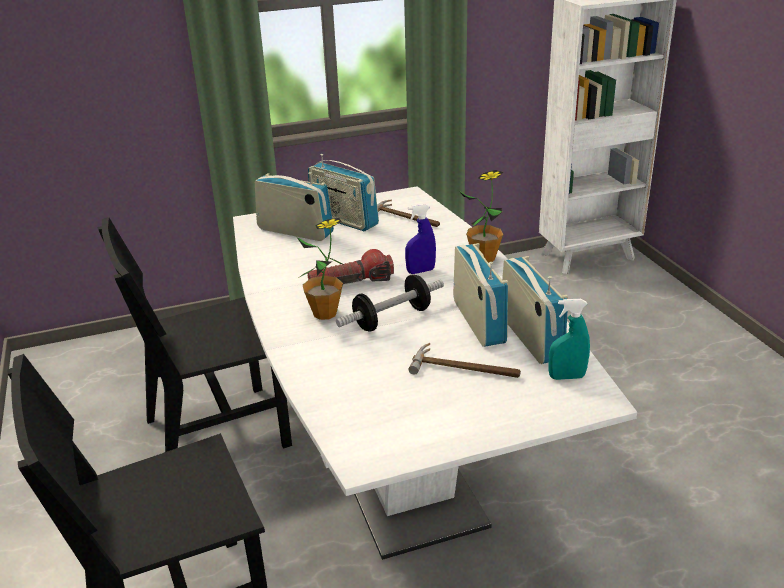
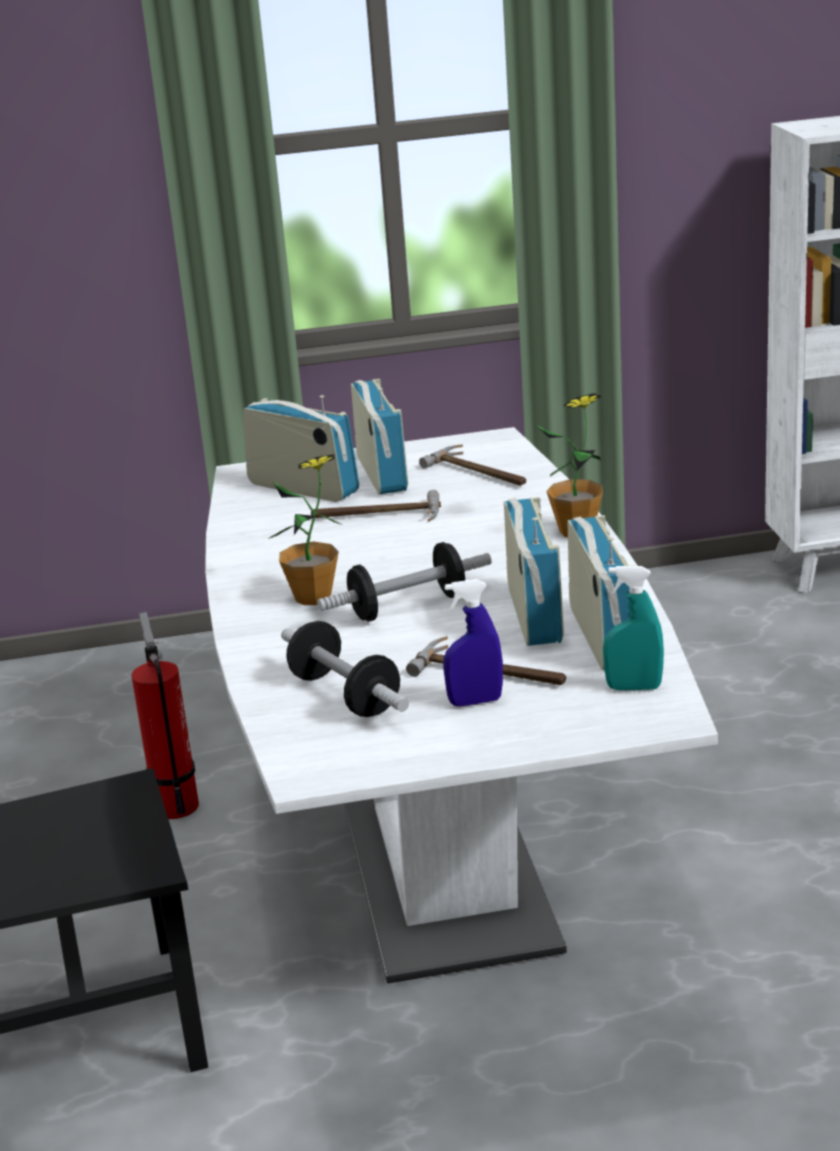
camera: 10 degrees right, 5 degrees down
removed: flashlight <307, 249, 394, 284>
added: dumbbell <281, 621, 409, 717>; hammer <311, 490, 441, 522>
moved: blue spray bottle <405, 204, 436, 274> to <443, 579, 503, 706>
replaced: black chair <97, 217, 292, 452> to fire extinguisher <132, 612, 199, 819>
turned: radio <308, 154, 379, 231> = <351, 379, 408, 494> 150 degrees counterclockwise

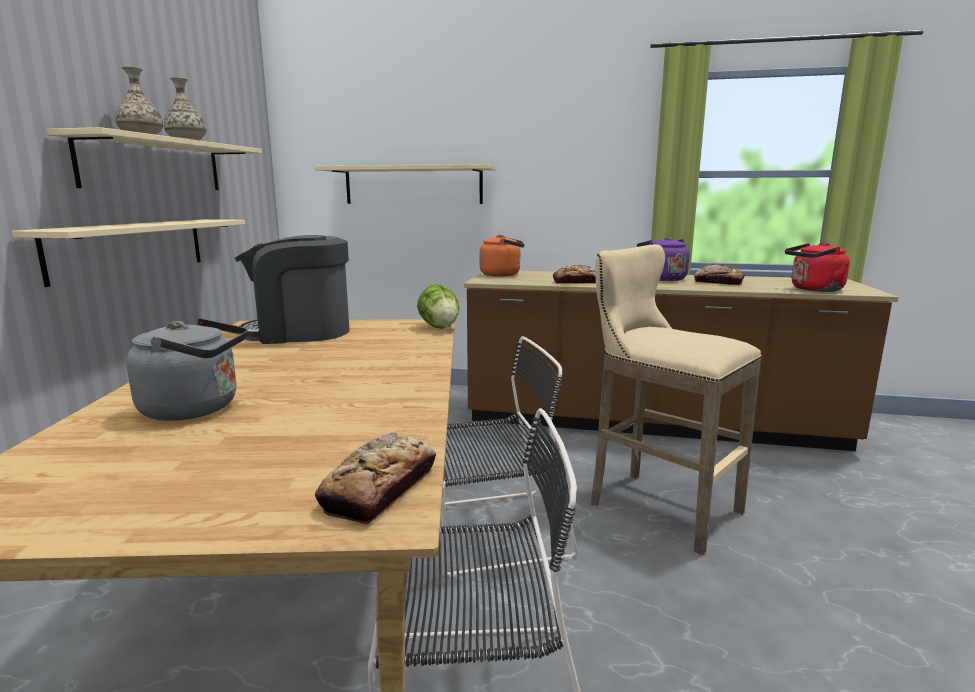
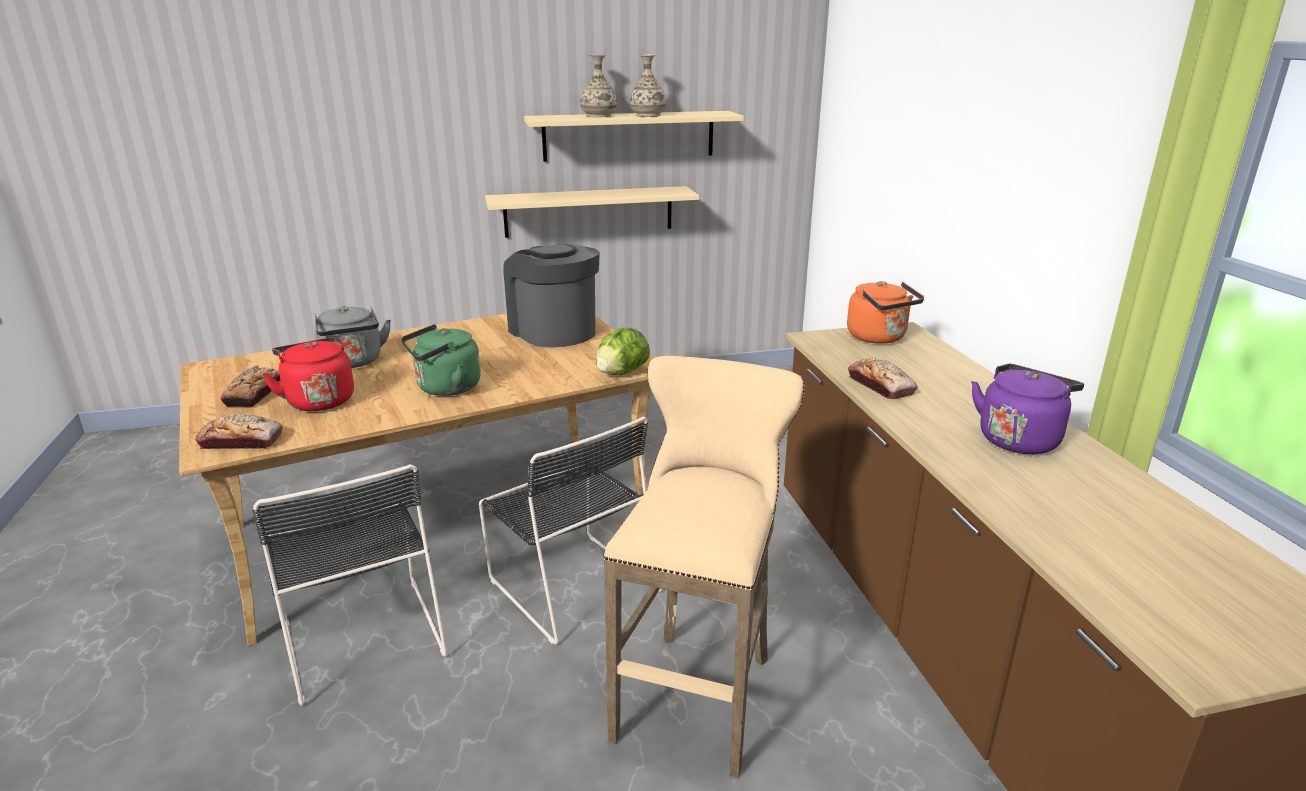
camera: 65 degrees right, 10 degrees up
removed: beige shelf <315, 164, 496, 204>
added: green kettle <401, 324, 481, 396>
moved: bread <694, 264, 744, 285> to <220, 366, 281, 408>; red kettle <785, 242, 850, 292> to <262, 337, 354, 411>

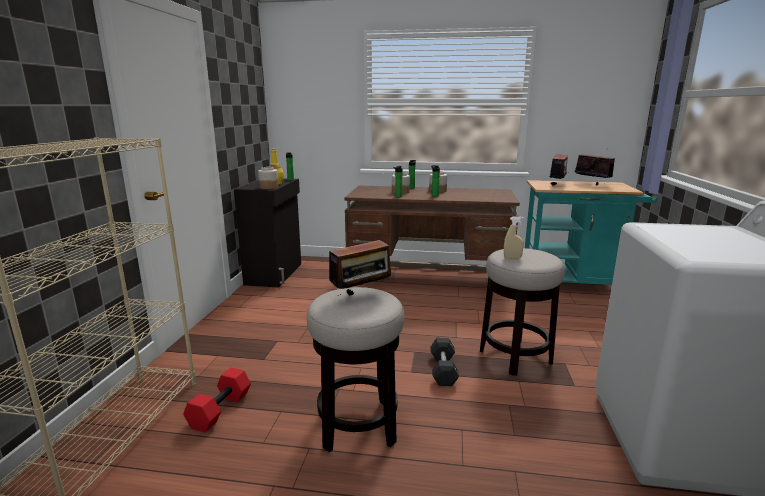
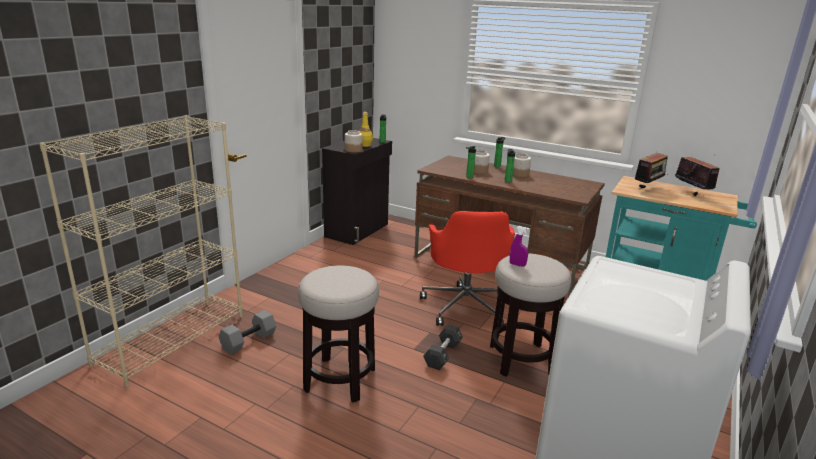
camera: 20 degrees right, 5 degrees up
removed: radio <329, 237, 395, 296>
added: red office chair <420, 211, 515, 326>
recoloured: red dumbbell <183, 367, 251, 432> to grey dumbbell <219, 310, 276, 355>; beige spray bottle <504, 216, 524, 259> to purple spray bottle <510, 226, 529, 267>

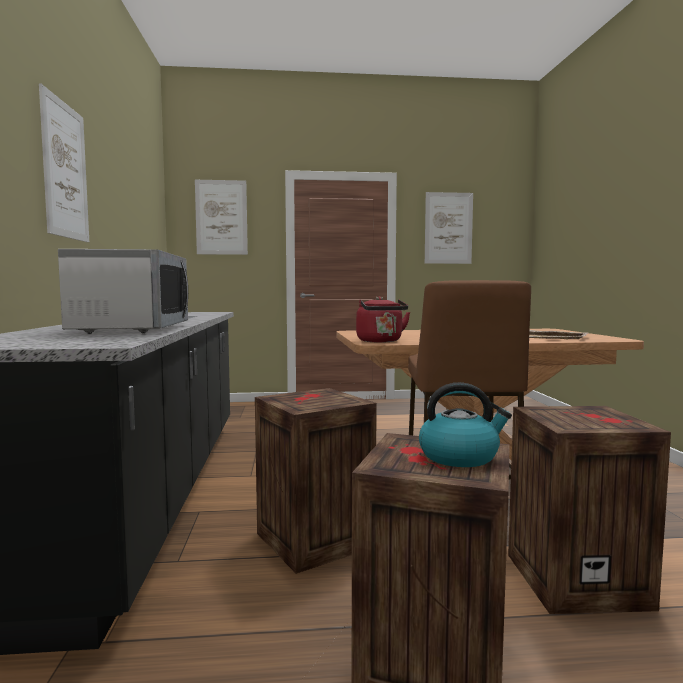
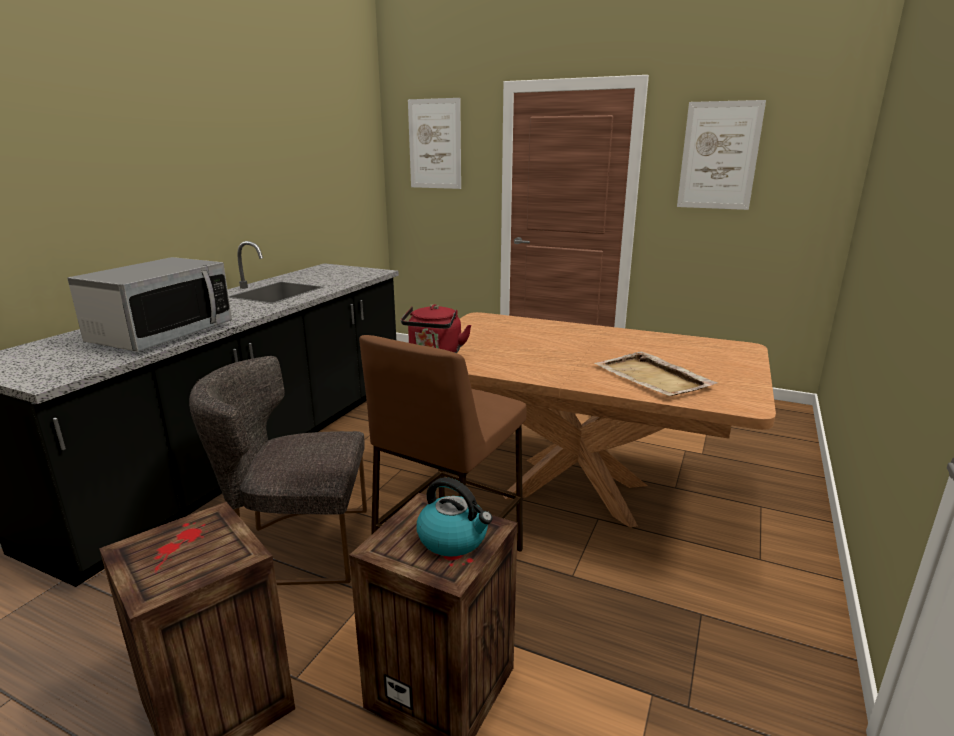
camera: 30 degrees right, 15 degrees up
removed: picture <39, 83, 89, 242>
moved: kettle <419, 383, 512, 467> to <416, 477, 493, 557>
replaced: crate <255, 388, 377, 574> to grey chair <189, 356, 367, 585>

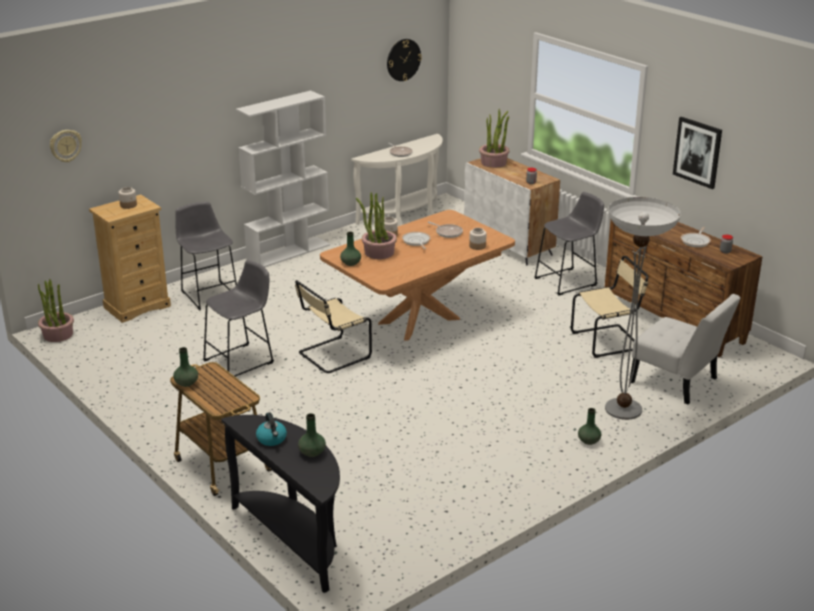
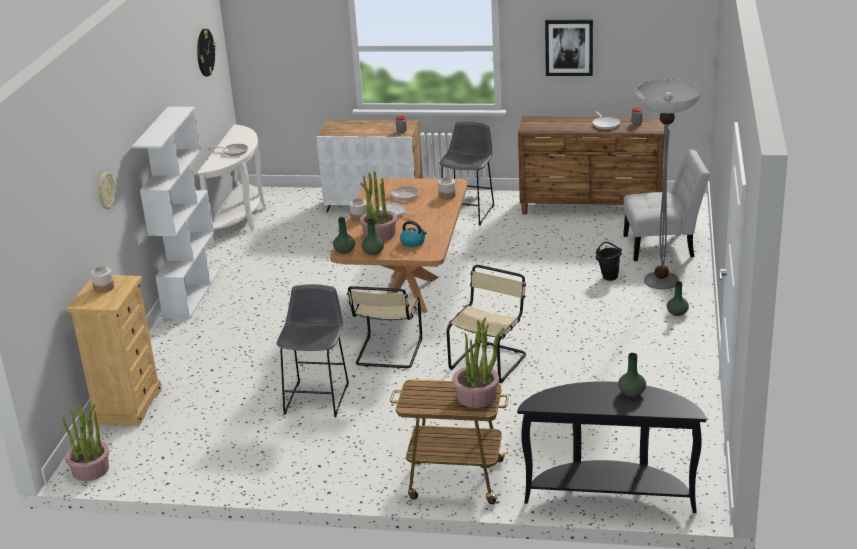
camera: 40 degrees left, 0 degrees up
removed: grey stool <175, 202, 237, 311>
added: black bucket <596, 242, 622, 281>
moved: wall clock <50, 130, 82, 162> to <97, 172, 115, 209>; green vase <173, 347, 198, 387> to <333, 217, 355, 254>; kettle <256, 412, 287, 446> to <400, 221, 427, 247>; beige chair <571, 256, 648, 358> to <447, 265, 526, 383>; potted plant <479, 109, 510, 168> to <452, 318, 505, 408>

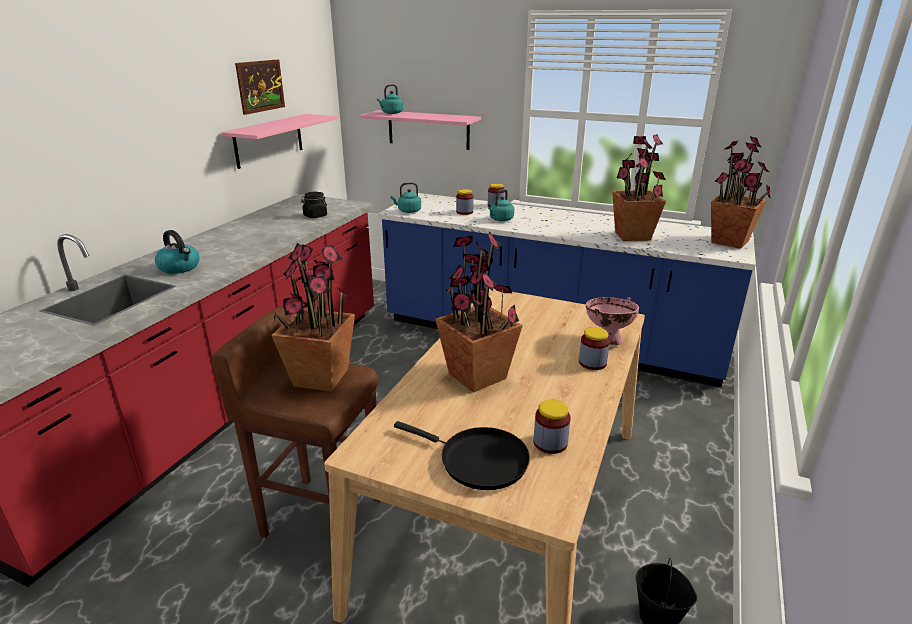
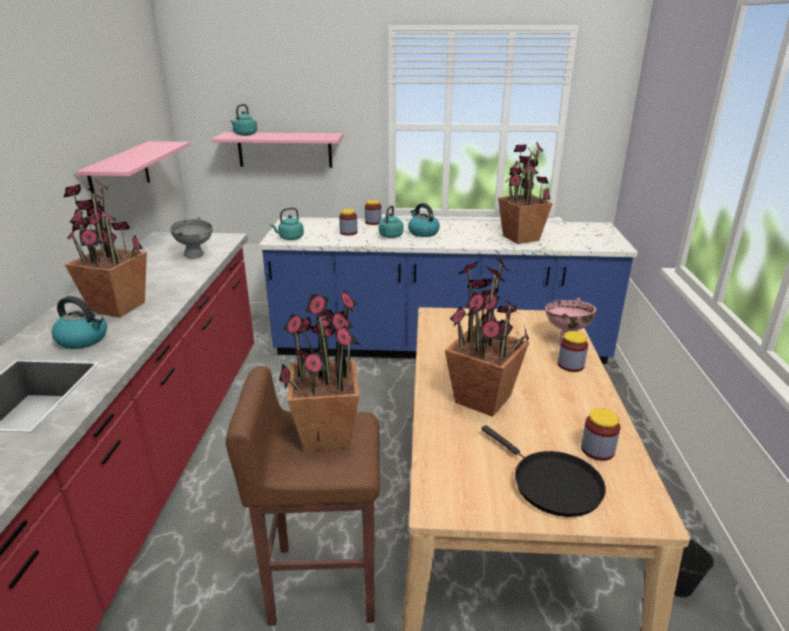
camera: 20 degrees left, 0 degrees up
removed: picture <235, 59, 285, 115>
added: kettle <408, 203, 440, 237>
moved: potted plant <711, 136, 770, 249> to <64, 178, 147, 318>
replaced: black jar <301, 192, 327, 218> to grey bowl <170, 217, 213, 259>
turned: black frying pan <394, 421, 530, 490> = <481, 425, 606, 517> 45 degrees clockwise

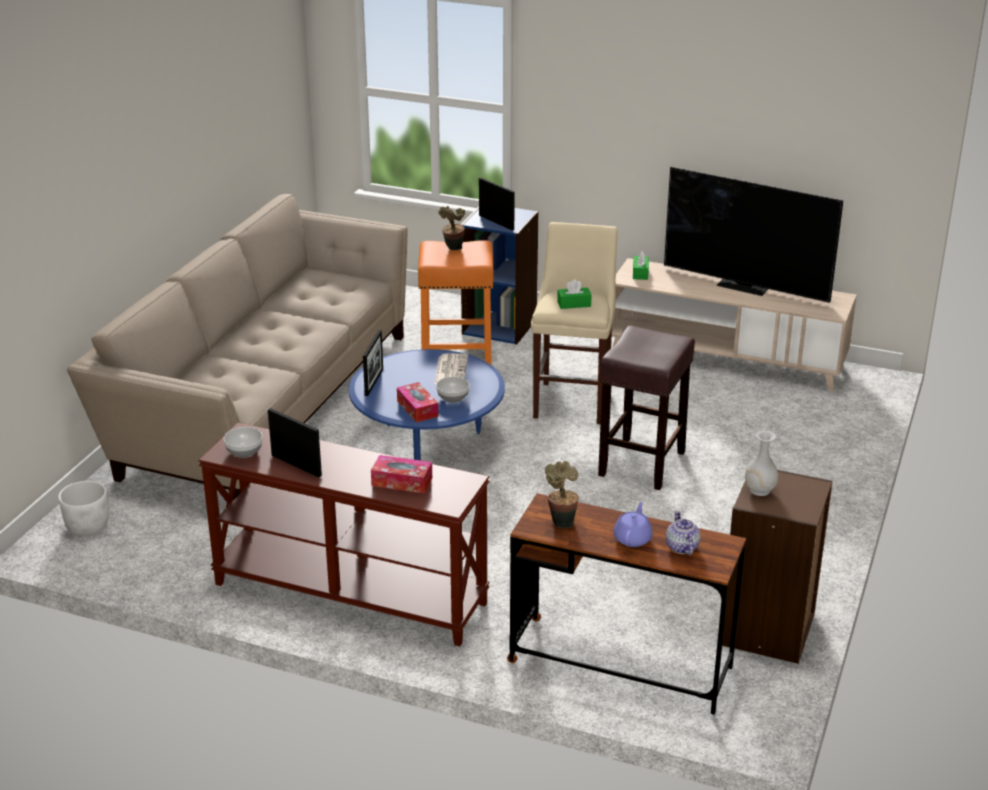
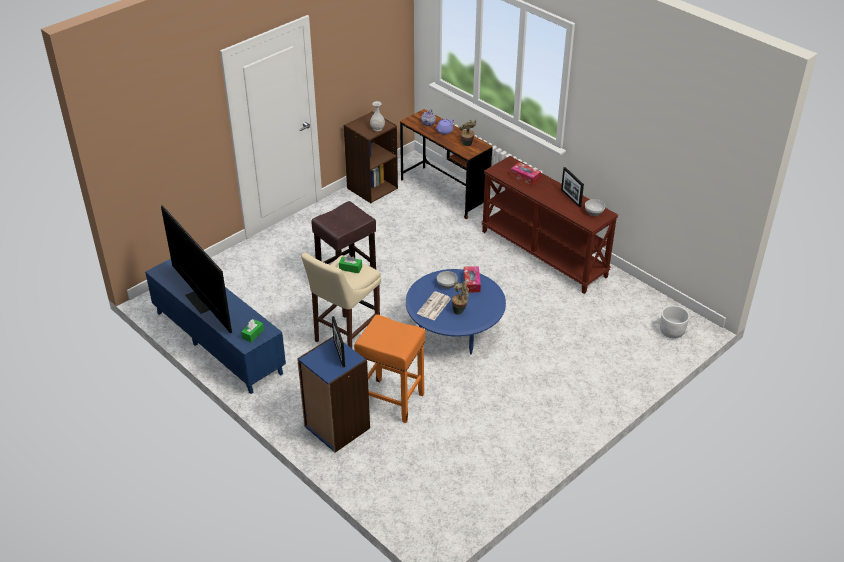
camera: 155 degrees left, 10 degrees up
removed: beige sofa <67, 194, 408, 500>; picture frame <363, 330, 383, 396>
moved: potted plant <439, 206, 465, 250> to <452, 281, 469, 315>
recoloured: beige tv stand <612, 258, 857, 392> to blue tv stand <145, 259, 286, 394>

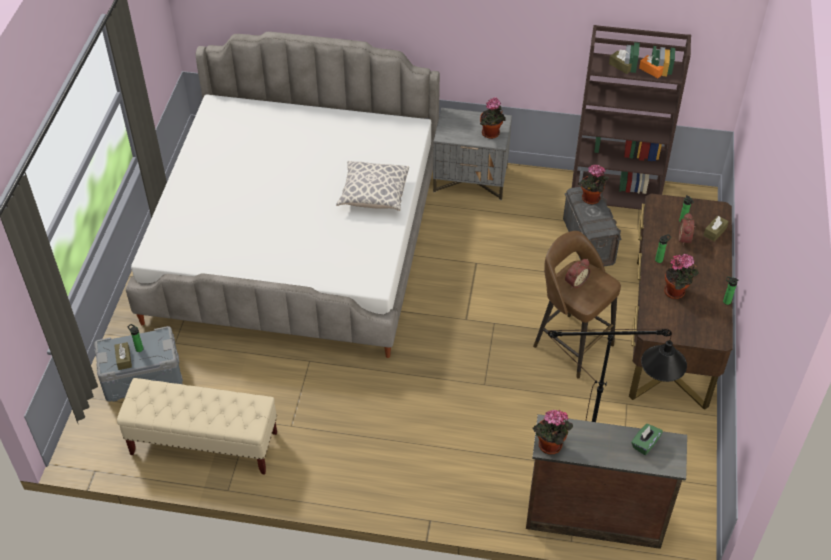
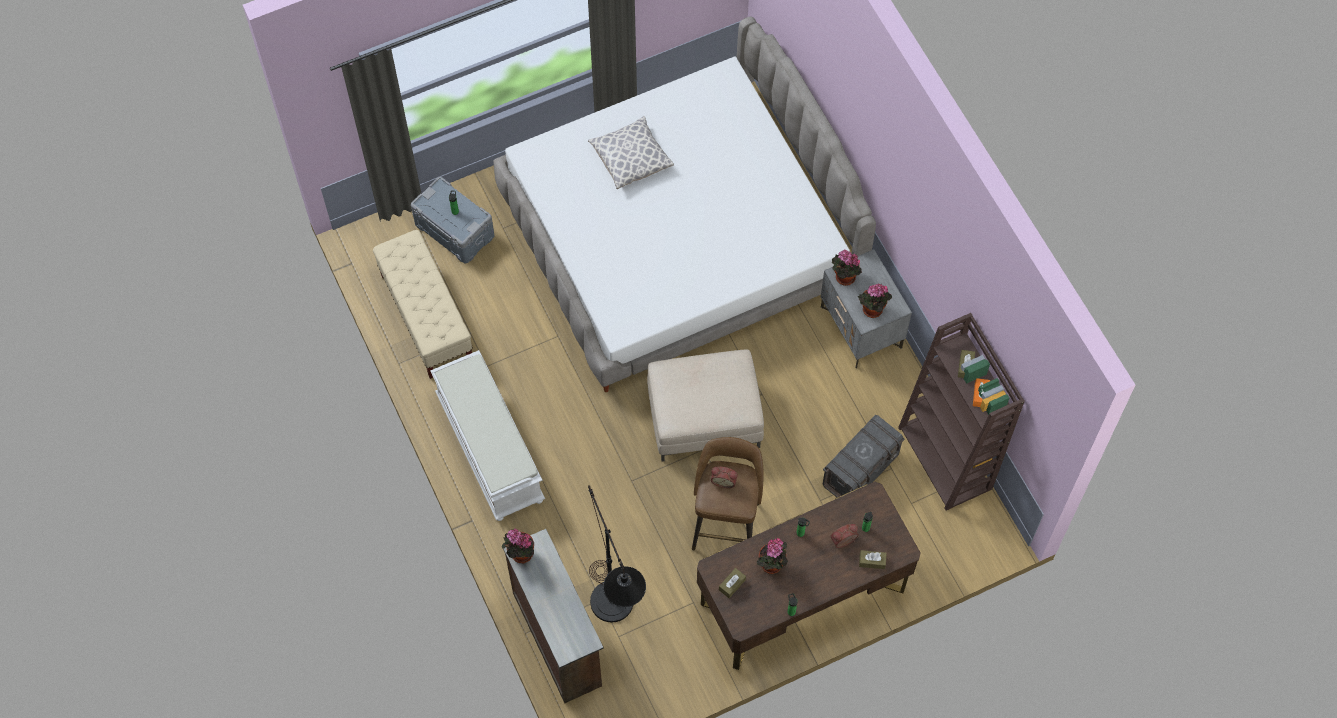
camera: 55 degrees right, 15 degrees up
removed: green tissue box <631, 424, 663, 455>
added: white bench <430, 350, 545, 521>; beige ottoman <647, 350, 764, 461>
moved: pillow <336, 161, 409, 211> to <588, 116, 674, 190>; brown tissue box <114, 342, 132, 370> to <719, 568, 746, 598>; potted plant <578, 164, 609, 204> to <831, 250, 862, 286>

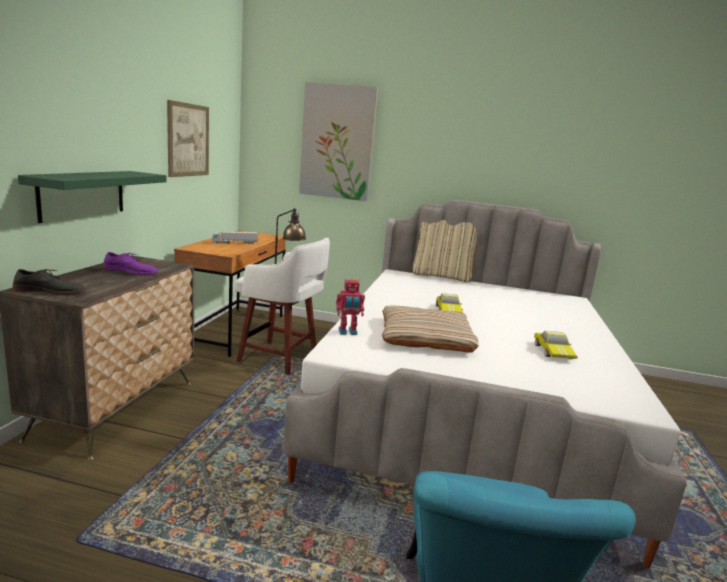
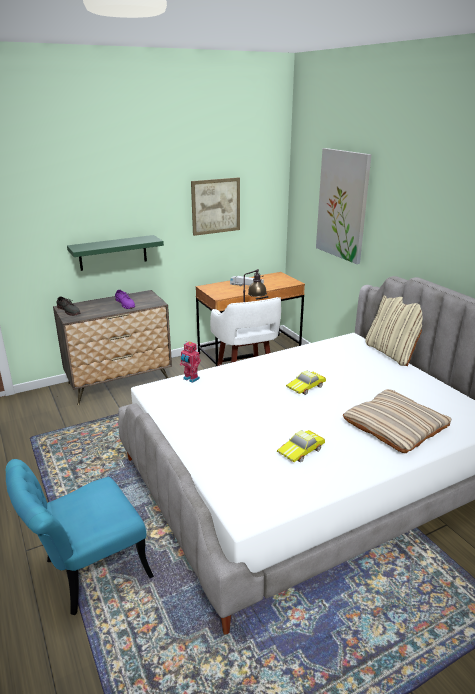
camera: 50 degrees right, 10 degrees up
moved: beige pillow <382, 306, 479, 353> to <343, 389, 451, 453>

